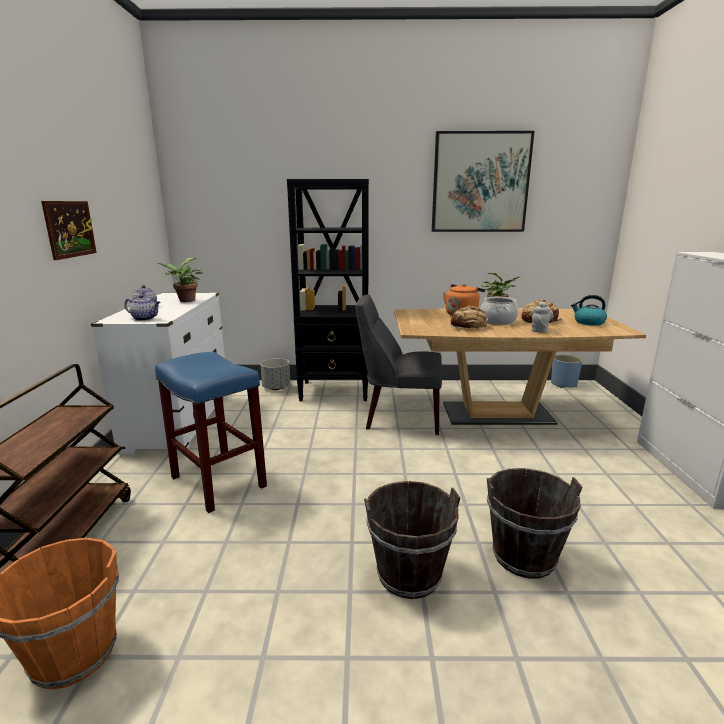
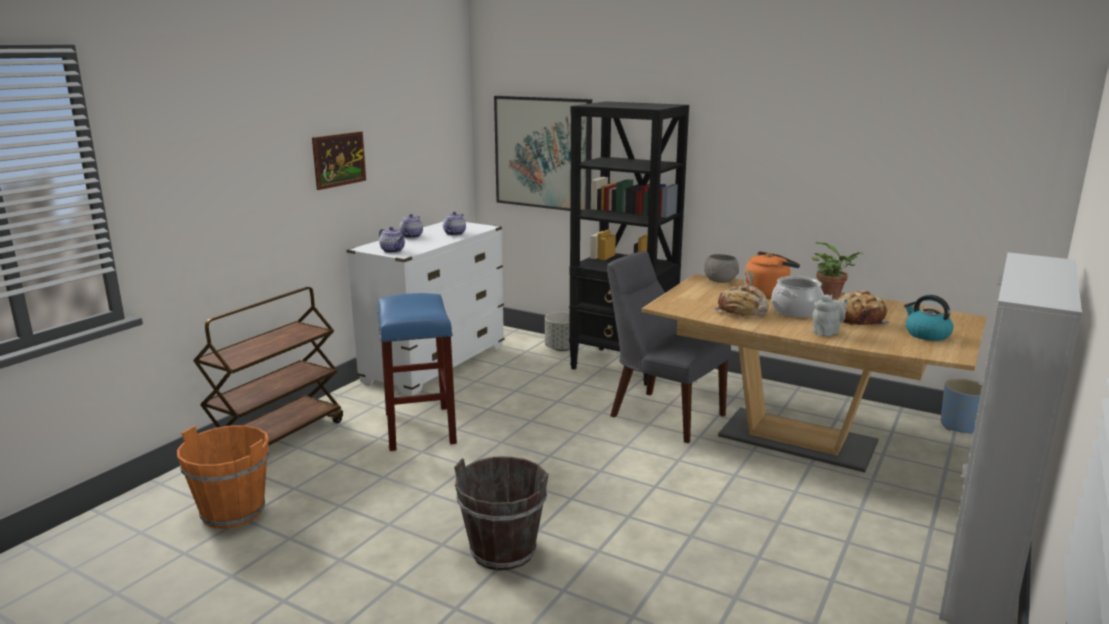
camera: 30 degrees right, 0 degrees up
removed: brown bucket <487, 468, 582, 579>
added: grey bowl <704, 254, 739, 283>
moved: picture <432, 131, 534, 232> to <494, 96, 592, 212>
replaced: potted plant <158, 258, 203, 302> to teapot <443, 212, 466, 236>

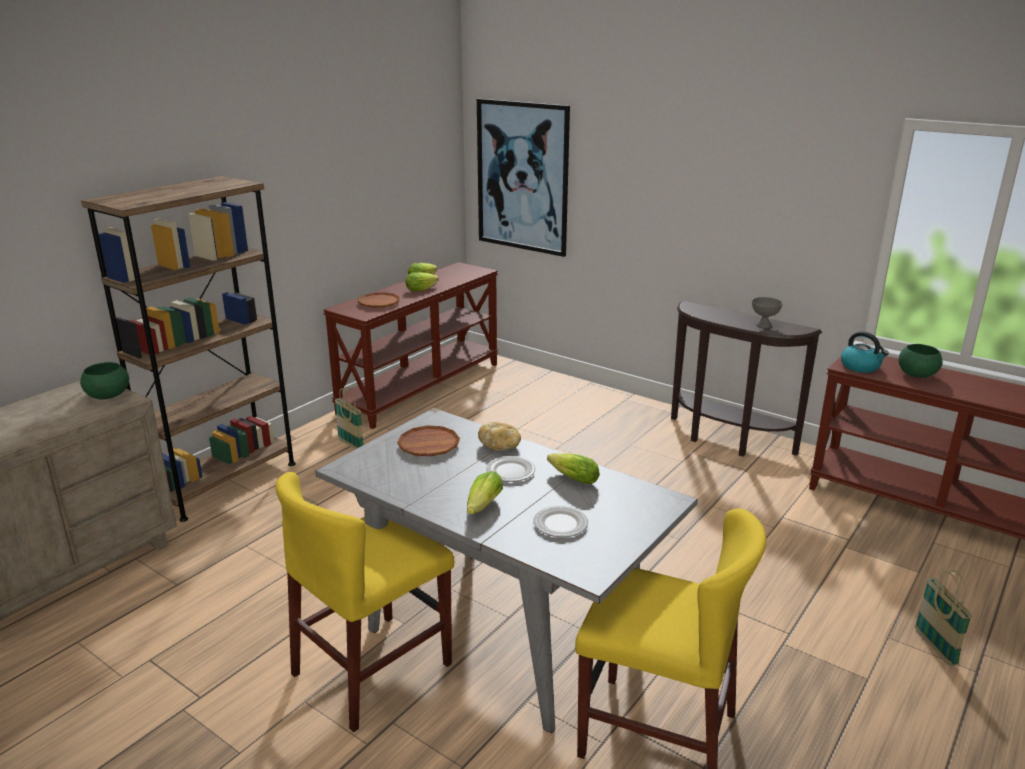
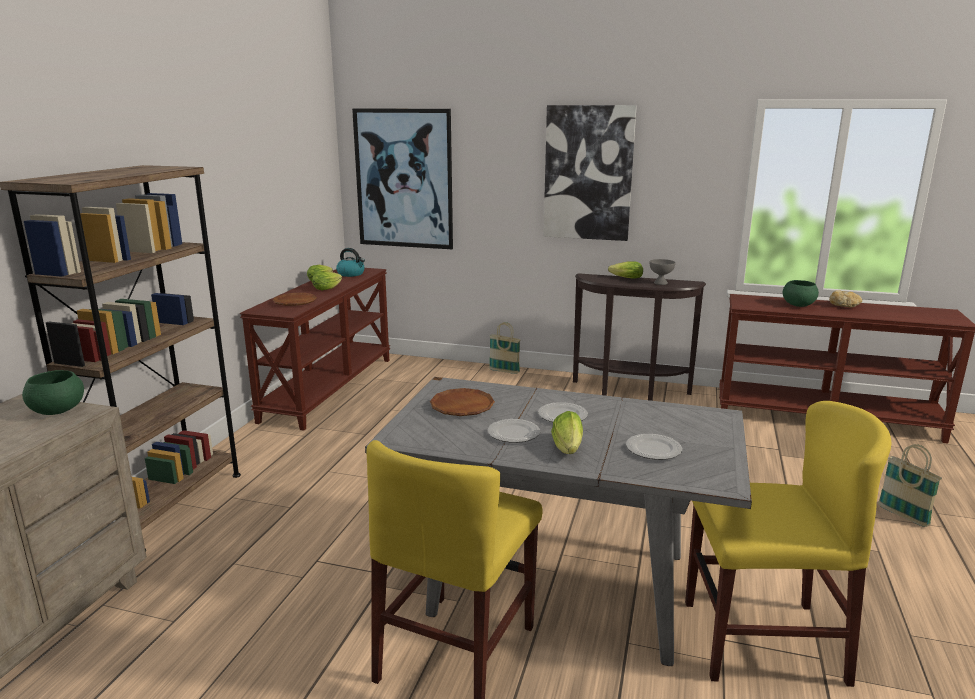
camera: 20 degrees left, 5 degrees down
added: plate <488, 419, 540, 443>; picture <544, 105, 637, 241>
moved: kettle <841, 331, 889, 373> to <336, 248, 365, 277>; basket <335, 387, 364, 449> to <489, 322, 521, 374>; lettuce <547, 453, 600, 484> to <608, 261, 643, 279>; bread <478, 422, 521, 451> to <829, 290, 862, 307>

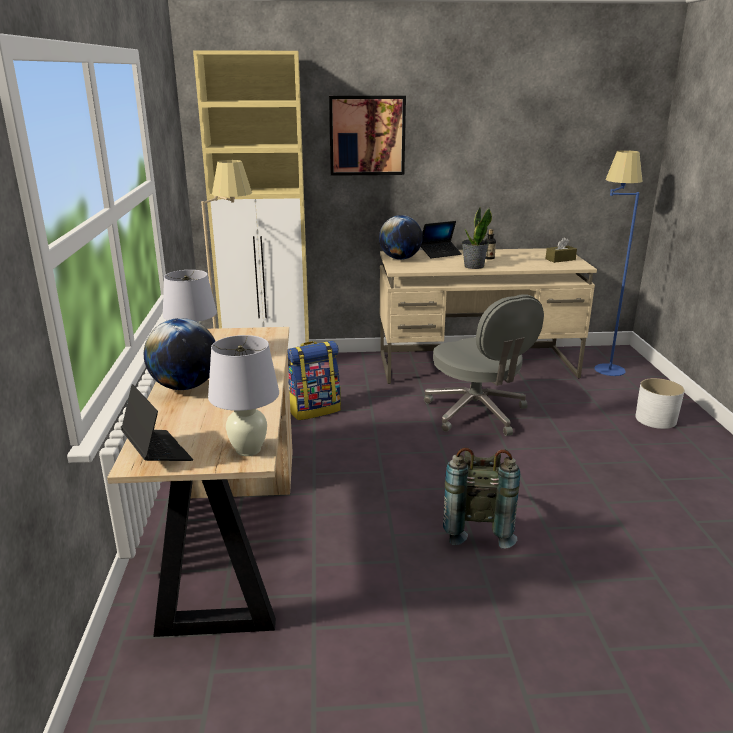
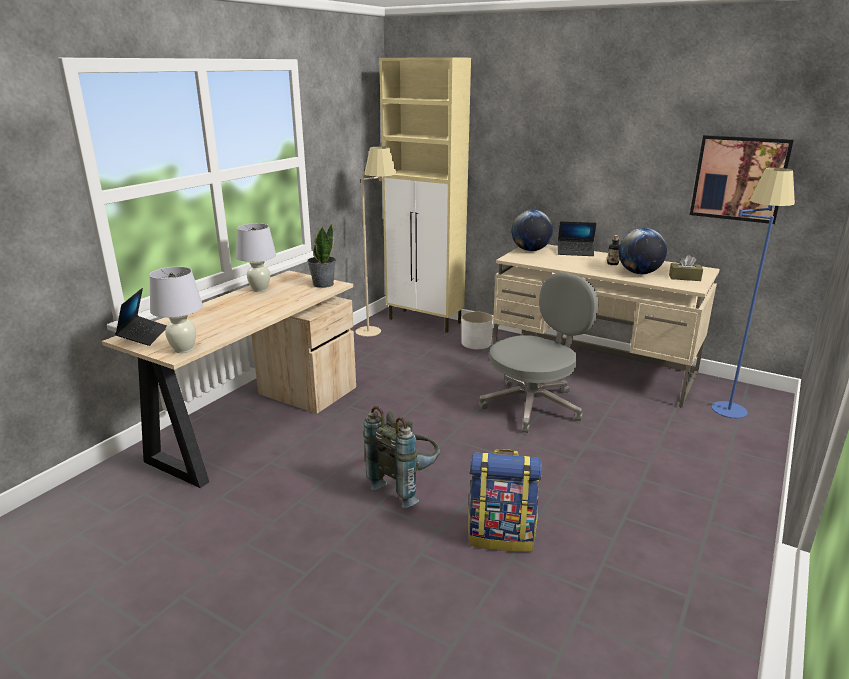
camera: 35 degrees right, 0 degrees up
moved: potted plant <461, 207, 492, 269> to <307, 223, 336, 288>; white planter <636, 378, 685, 429> to <461, 312, 493, 349>; backpack <288, 341, 341, 420> to <468, 449, 542, 552>; globe <144, 318, 215, 390> to <619, 228, 667, 274>; picture <329, 96, 406, 176> to <690, 135, 794, 224>
turned: grey office chair <424, 294, 544, 436> = <479, 272, 598, 433> 135 degrees counterclockwise

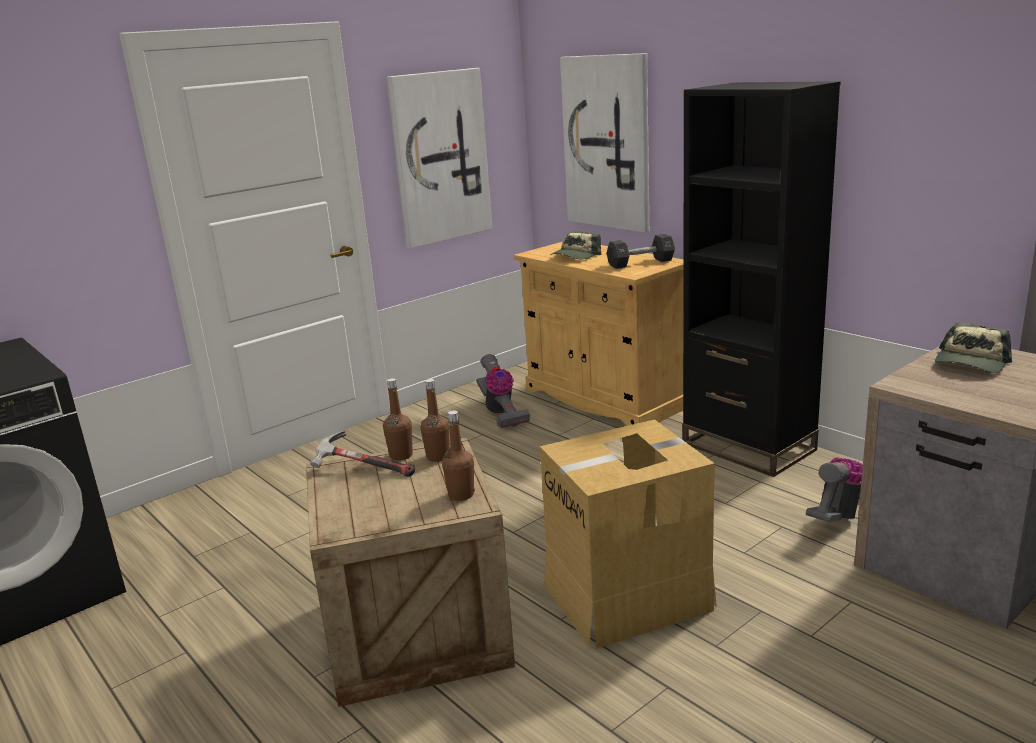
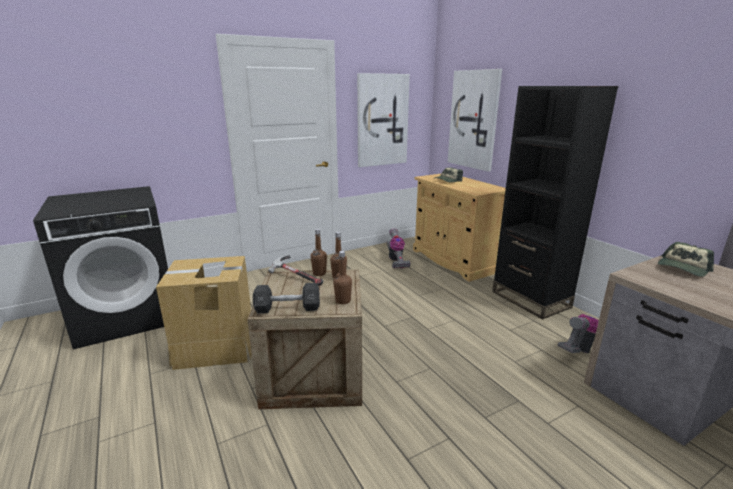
camera: 10 degrees right, 0 degrees up
moved: cardboard box <540, 419, 717, 649> to <156, 256, 252, 370>; black dumbbell <606, 234, 675, 269> to <253, 283, 320, 313>

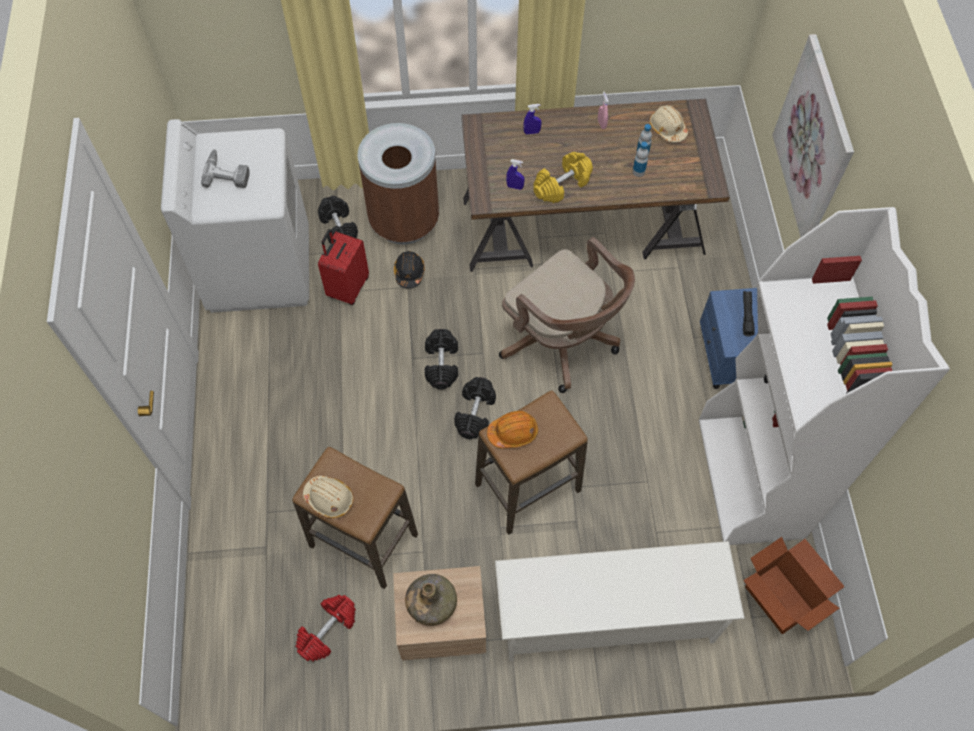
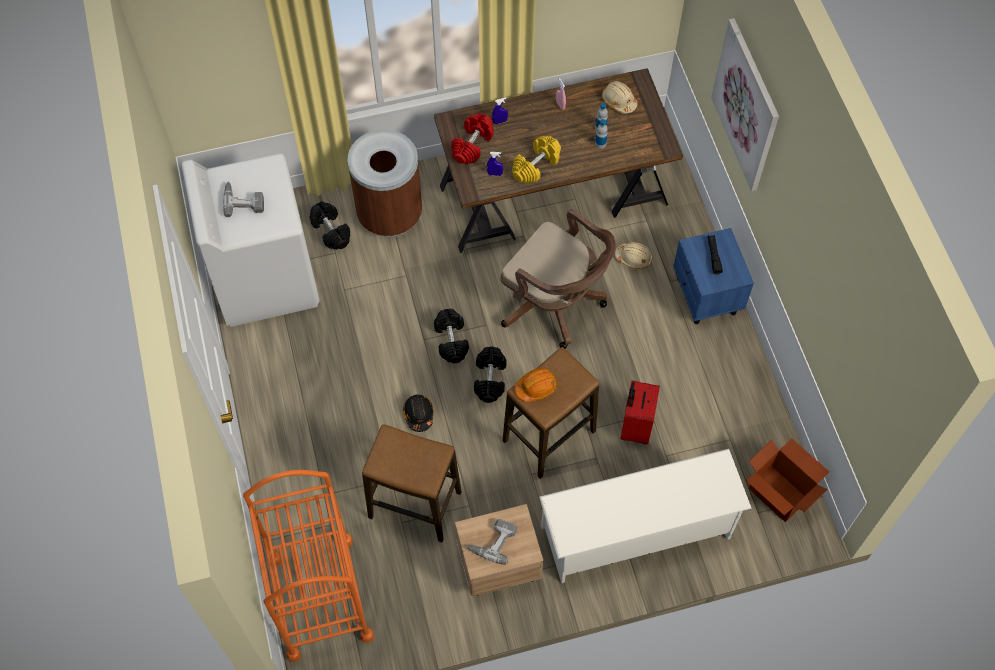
camera: 10 degrees left, 0 degrees up
removed: white bookcase <699, 207, 950, 545>
added: orange cart <243, 470, 374, 662>
moved: black hard hat <394, 251, 424, 289> to <403, 394, 434, 432>; red dumbbell <295, 595, 356, 661> to <451, 113, 493, 164>; beige hard hat <303, 476, 354, 518> to <615, 242, 652, 269>; red suitcase <318, 229, 369, 305> to <620, 381, 660, 444>
replaced: green bottle <405, 574, 457, 626> to power drill <467, 519, 517, 565>

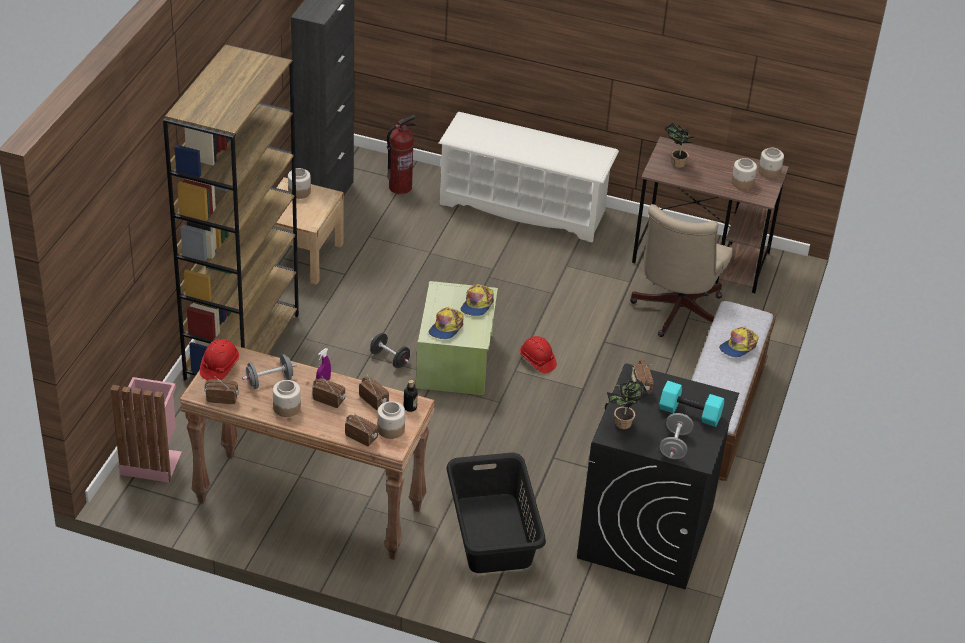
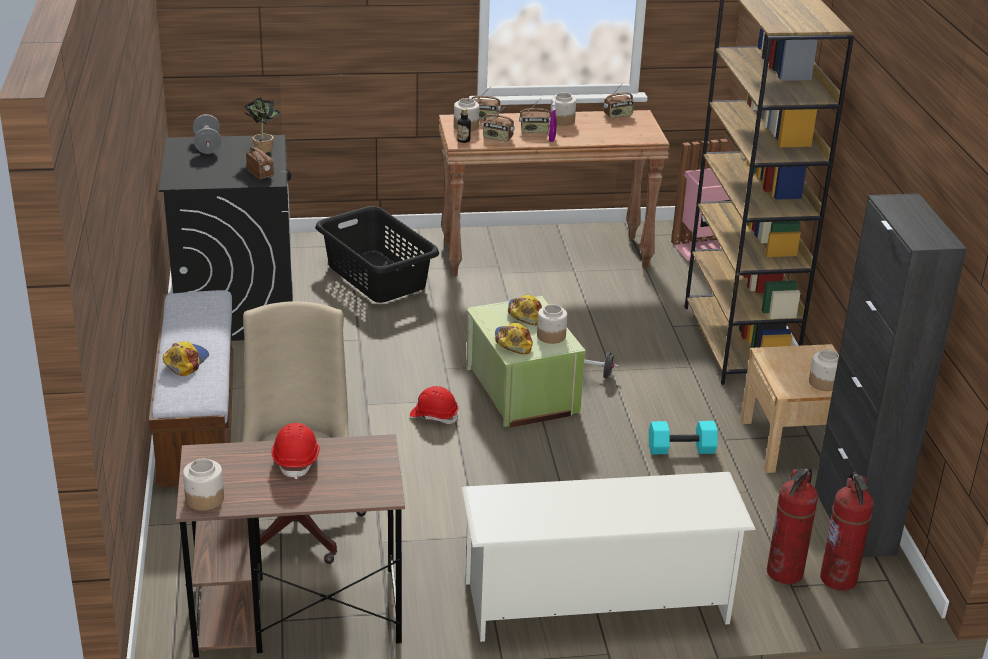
camera: 155 degrees right, 10 degrees down
removed: grey dumbbell <242, 354, 297, 389>; potted plant <664, 123, 696, 168>
added: fire extinguisher <820, 472, 874, 591>
moved: red hard hat <200, 339, 239, 380> to <271, 423, 320, 479>; jar <731, 158, 757, 189> to <537, 304, 567, 344>; turquoise dumbbell <659, 381, 724, 427> to <649, 421, 718, 454>

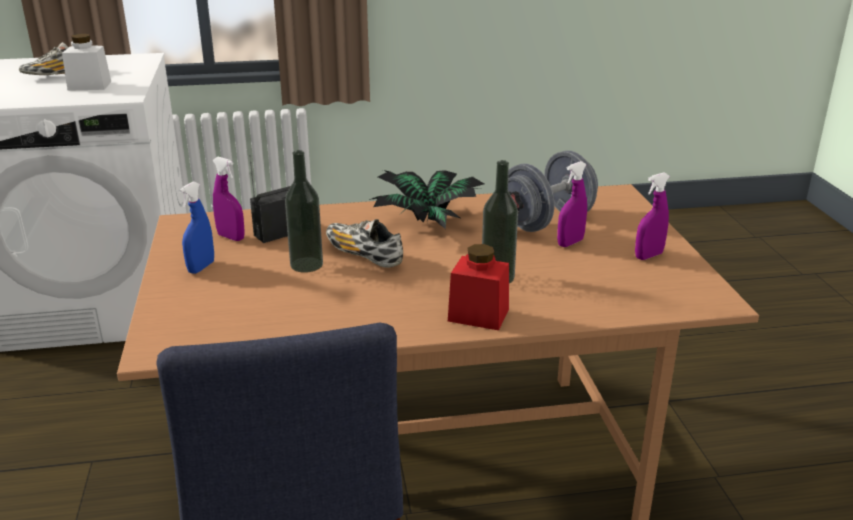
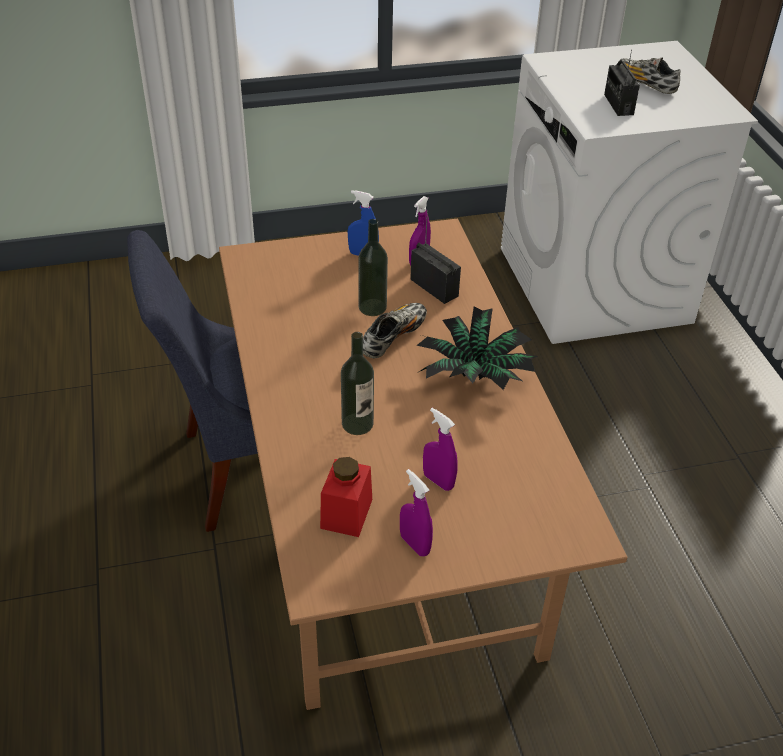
camera: 85 degrees right, 15 degrees up
removed: grey dumbbell <508, 150, 598, 232>
moved: red jar <448, 244, 509, 330> to <320, 457, 372, 537>
replaced: white jar <62, 34, 111, 91> to radio <604, 50, 640, 116>

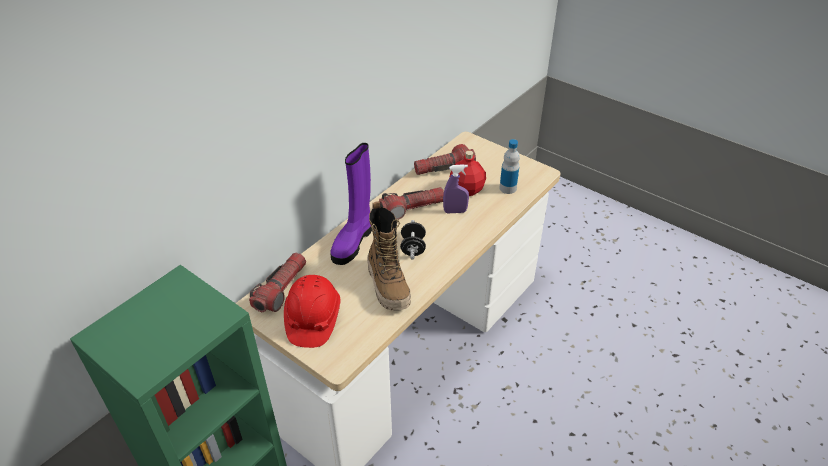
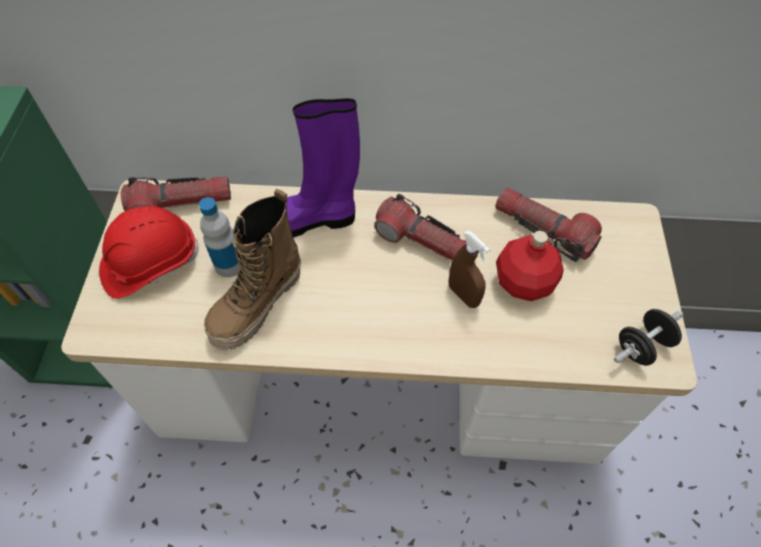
camera: 55 degrees right, 15 degrees up
moved: bottle <499, 139, 520, 194> to <199, 197, 240, 277>; black dumbbell <400, 220, 426, 259> to <614, 309, 683, 366>
recoloured: purple spray bottle <443, 164, 469, 213> to brown spray bottle <449, 230, 490, 308>

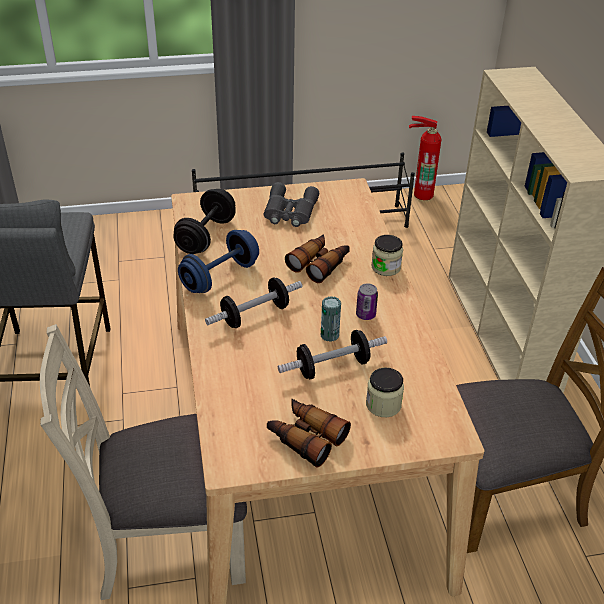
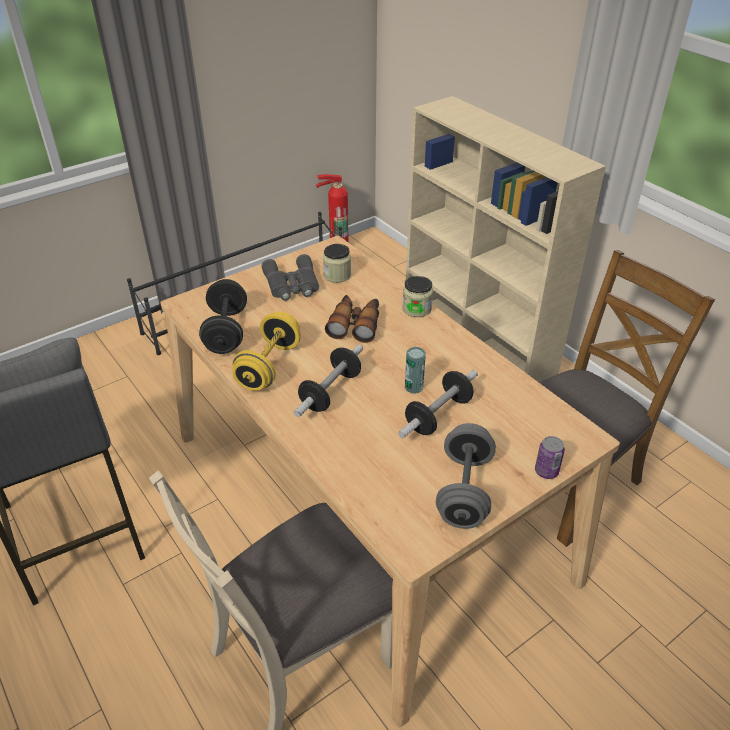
camera: 25 degrees left, 0 degrees up
moved: jar <366, 367, 404, 417> to <323, 244, 351, 283>; can <356, 283, 378, 320> to <535, 436, 565, 479>
replaced: binoculars <267, 399, 351, 468> to grey dumbbell <436, 423, 496, 529>
recoloured: blue dumbbell <178, 230, 259, 293> to yellow dumbbell <232, 312, 301, 391>

